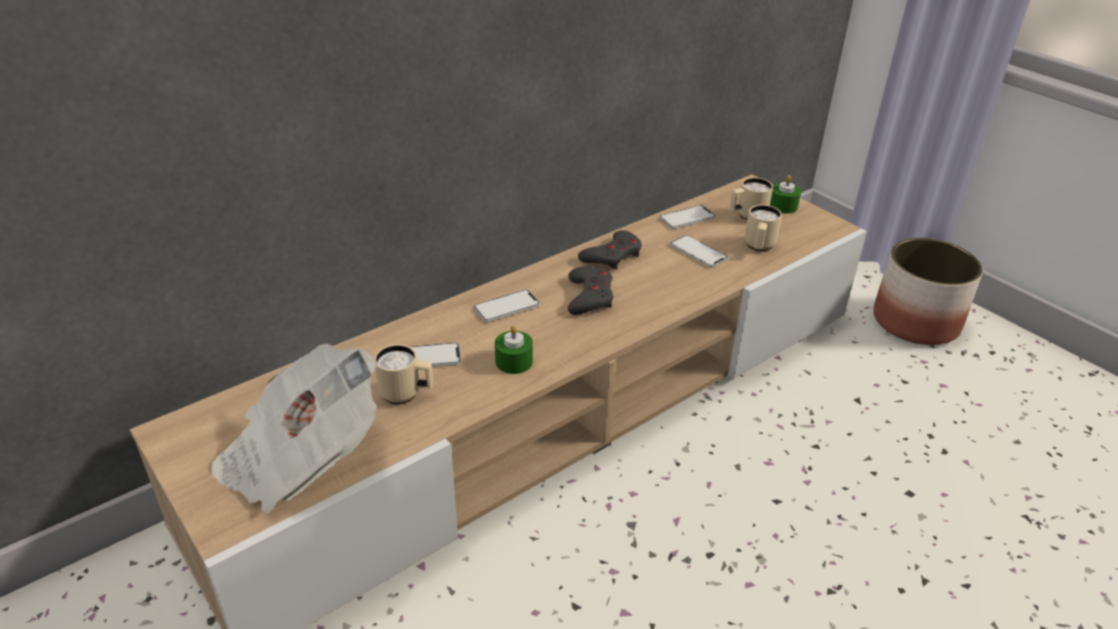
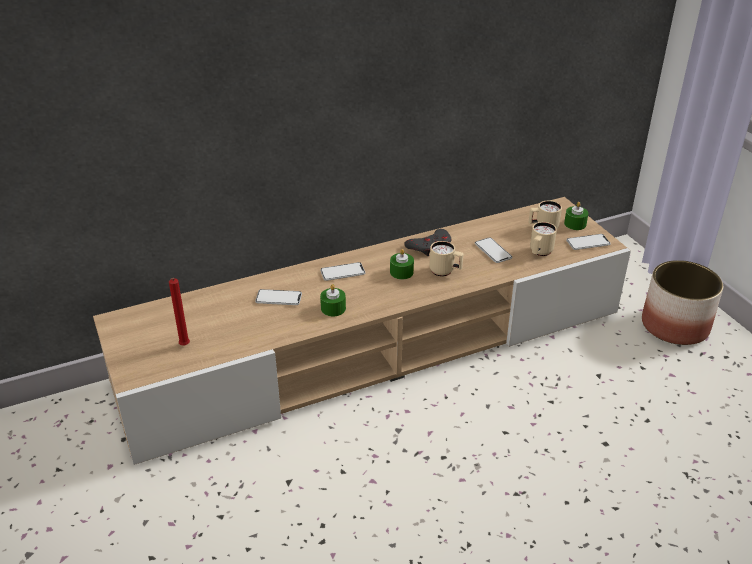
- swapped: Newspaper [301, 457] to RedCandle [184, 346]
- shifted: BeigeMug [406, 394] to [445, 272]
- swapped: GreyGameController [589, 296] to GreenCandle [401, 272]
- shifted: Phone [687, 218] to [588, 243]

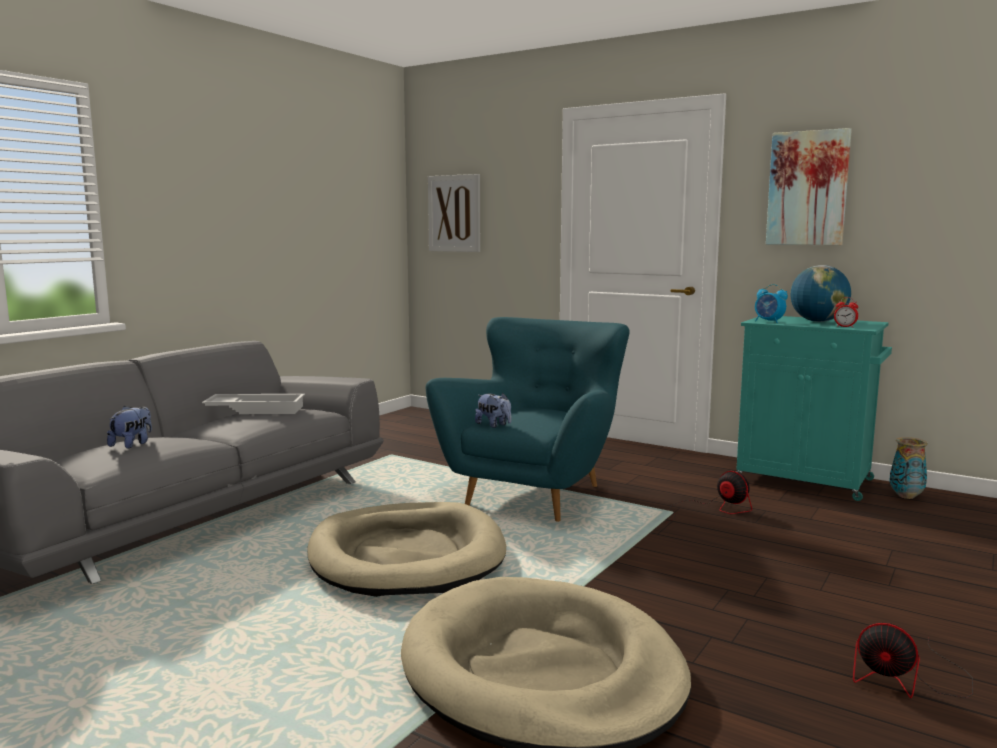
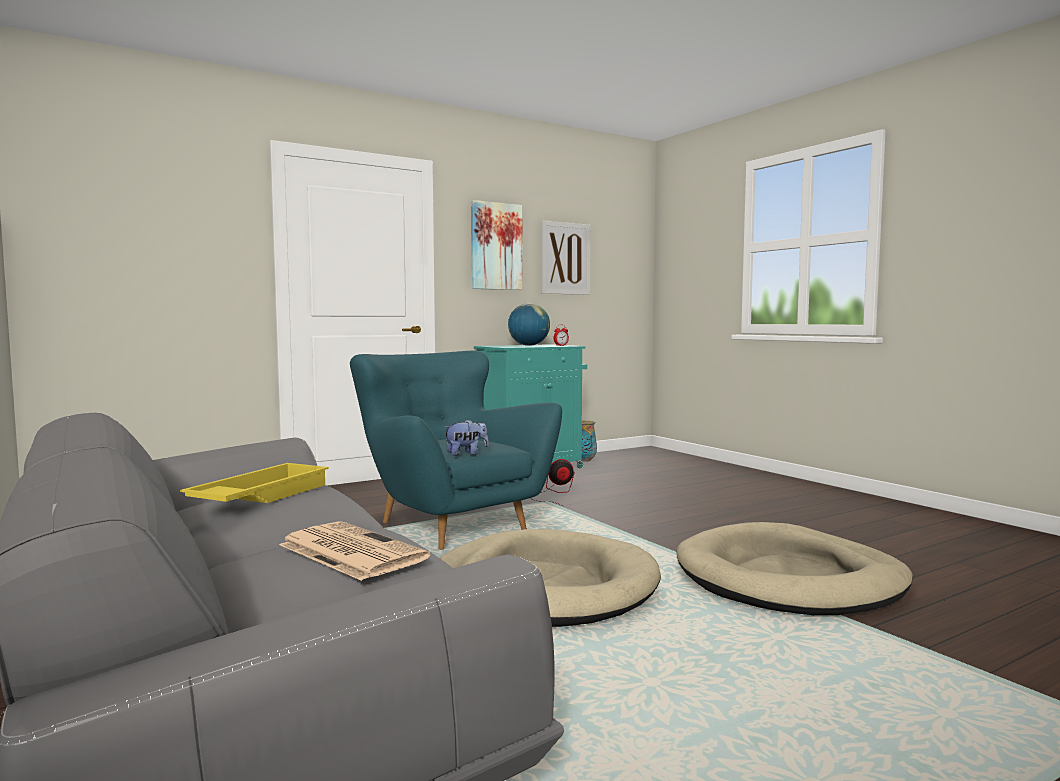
- swapped: PlushToy [132, 444] to Newspaper [349, 551]
- repainted: WhiteTray [256, 409] to YellowTray [259, 496]
- shifted: Picture [454, 213] to [565, 258]
- gone: AlarmClock [769, 322]
- gone: Fan [907, 680]

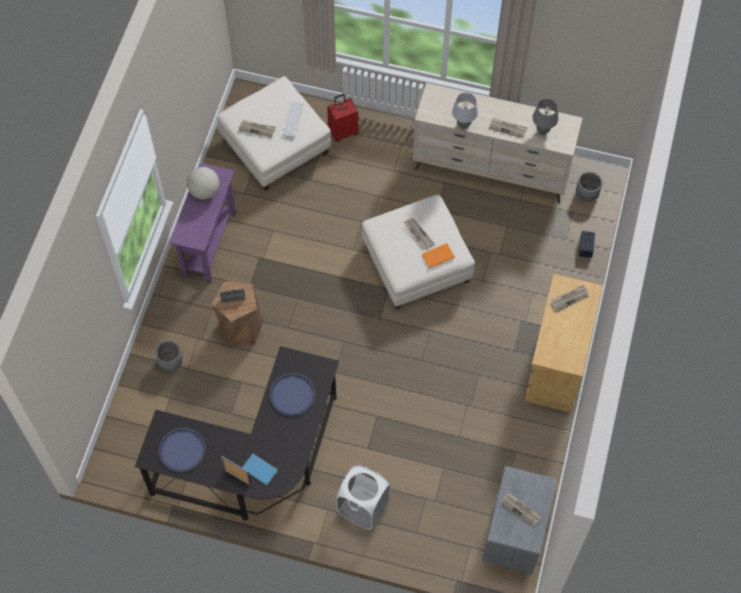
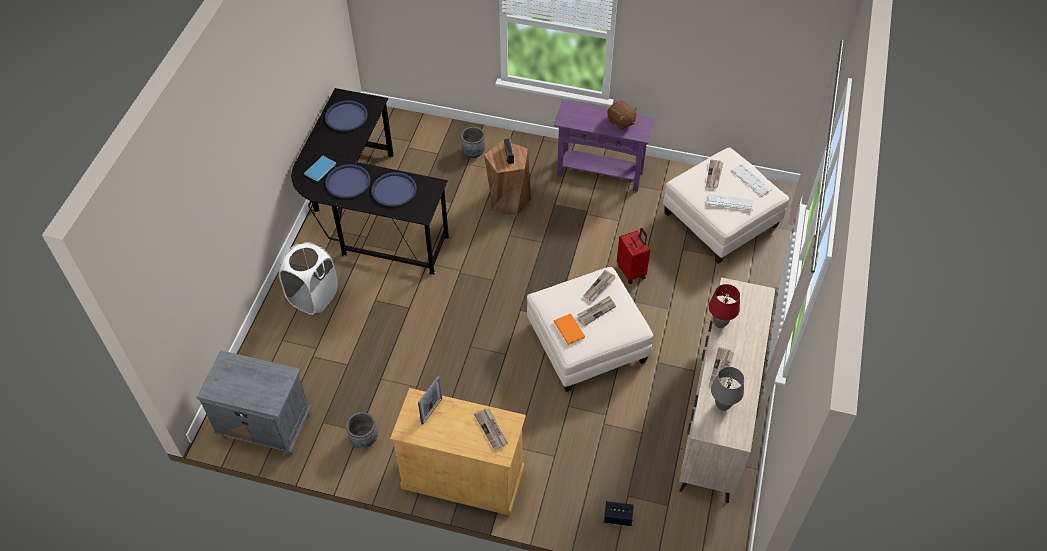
- swapped: Globe [204, 191] to BrownPlushToy [621, 122]
- shifted: PictureFrame [237, 477] to [431, 411]
- shifted: RedSuitcase [343, 131] to [632, 271]
- repainted: GreyTableLamp [463, 125] to RedTableLamp [720, 323]
- shifted: Newspaper [521, 509] to [599, 287]
- shifted: GreyPlanter [586, 194] to [364, 439]
- new: BlueTray [348, 182]
- new: Keyboard [751, 180]

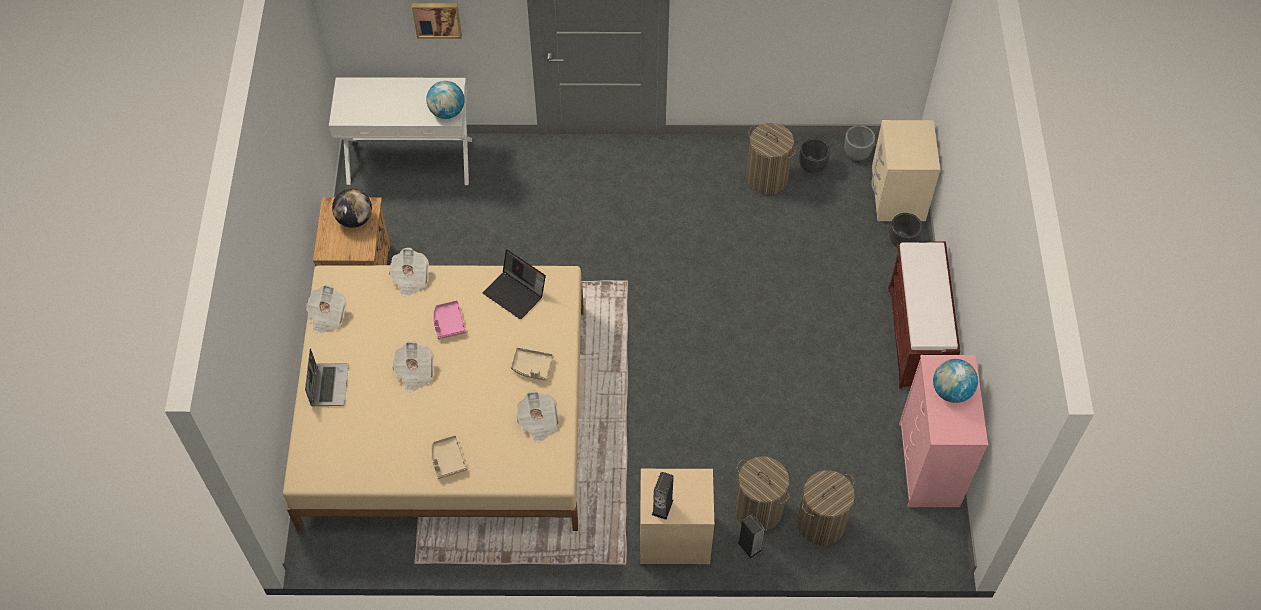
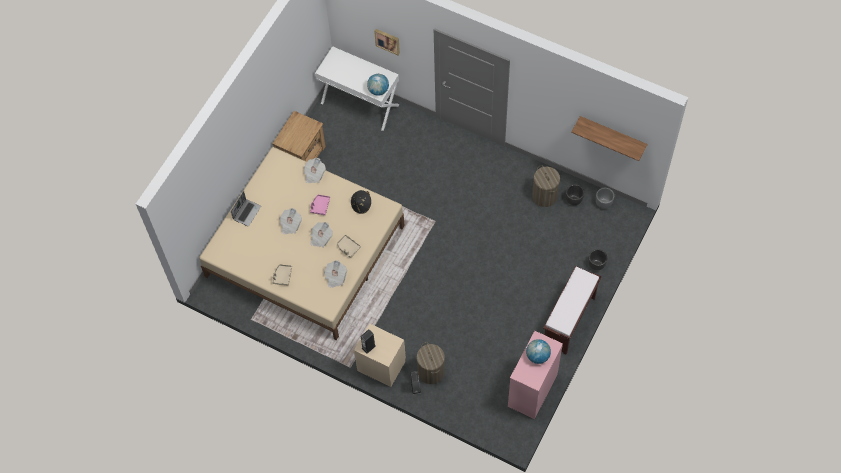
- shifted: Newspaper [327, 316] to [320, 238]
- gone: Globe [355, 219]
- swapped: Laptop [516, 293] to BlackHat [361, 205]
- gone: LaundryBasket [821, 523]
- gone: BeigeNightstand [897, 197]
- new: Shelf [612, 134]

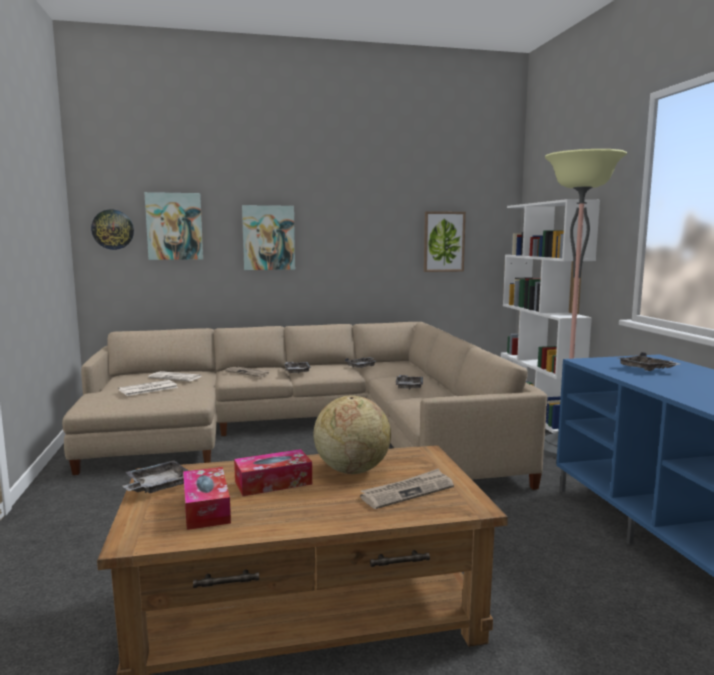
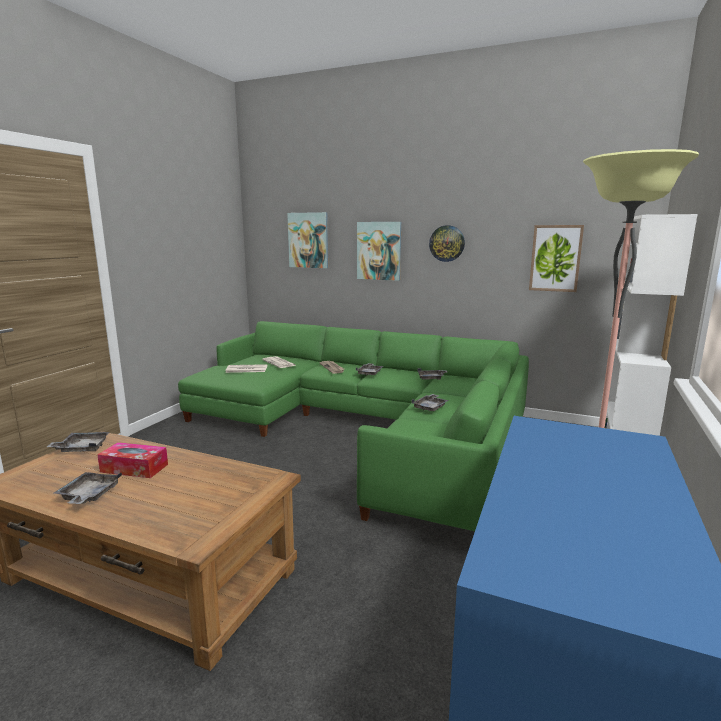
- repainted: BeigeSofa [305, 432] to GreenSofa [365, 427]
- shifted: WallClock [113, 229] to [447, 243]
- gone: TissueBox [206, 508]
- gone: Globe [351, 470]
- gone: Newspaper [407, 491]
- shifted: GreyTray [646, 369] to [89, 495]

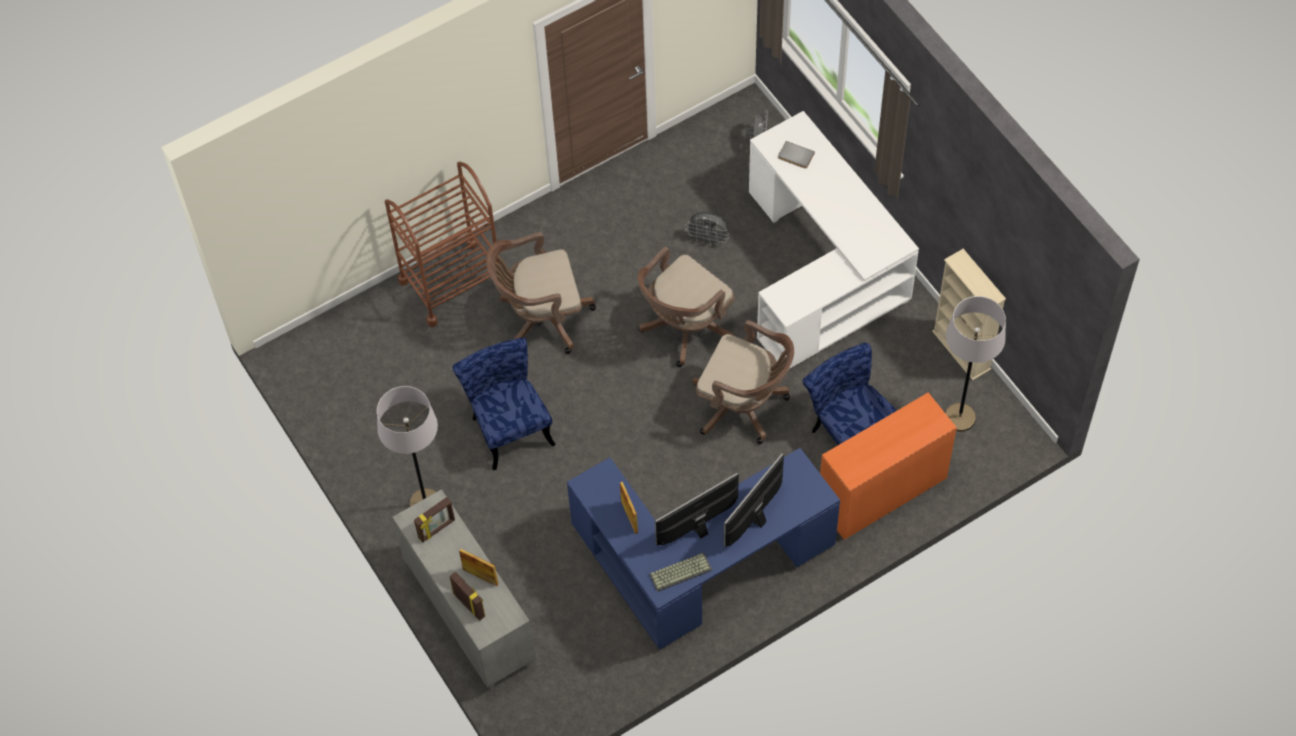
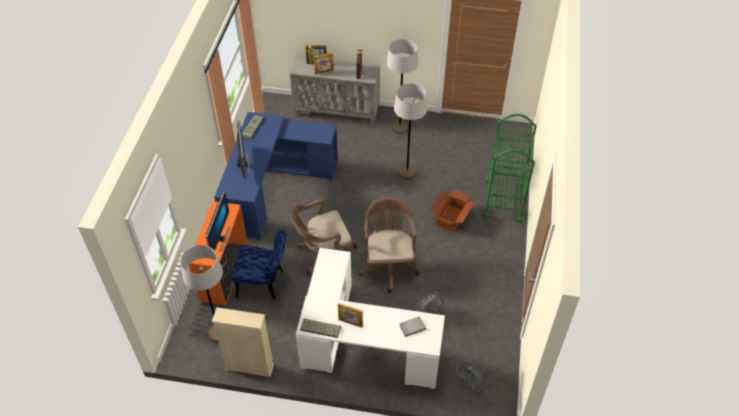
- repainted: BrownCart [452, 283] to GreenCart [504, 200]
- swapped: BlueChair [509, 426] to GreyFloorLamp [407, 172]
- swapped: BrownOfficeChair [541, 318] to CardboardBox [451, 218]
- shifted: PictureFrame [629, 517] to [350, 323]
- shifted: Monitor [698, 527] to [220, 238]
- new: Keyboard [320, 329]

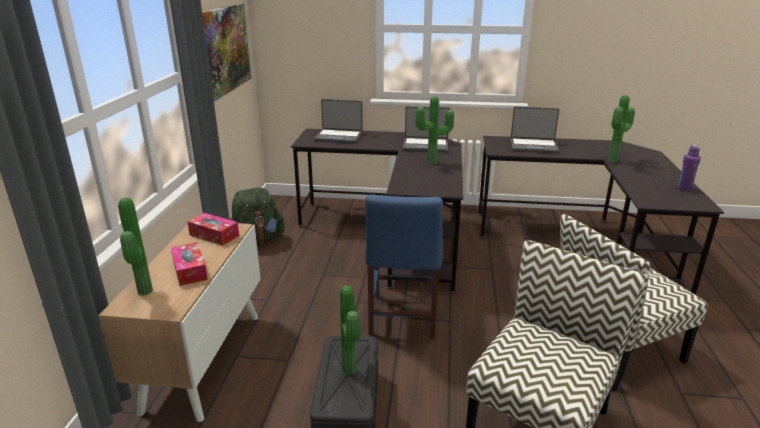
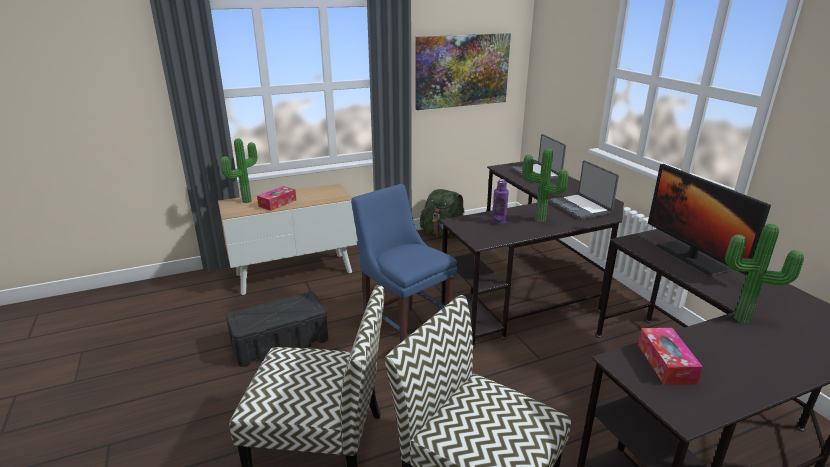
- shifted: TissueBox [214, 235] to [666, 363]
- gone: PottedPlant [351, 369]
- rotated: BlueChair [402, 318] = [404, 331] 75 degrees clockwise
- swapped: Laptop [533, 146] to Monitor [690, 258]
- shifted: PurpleBottle [684, 188] to [498, 222]

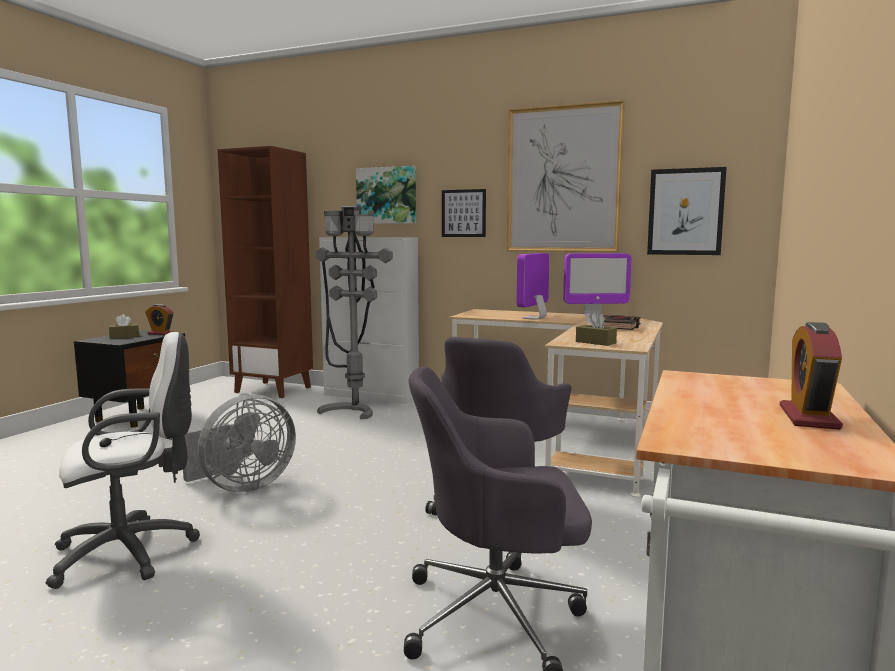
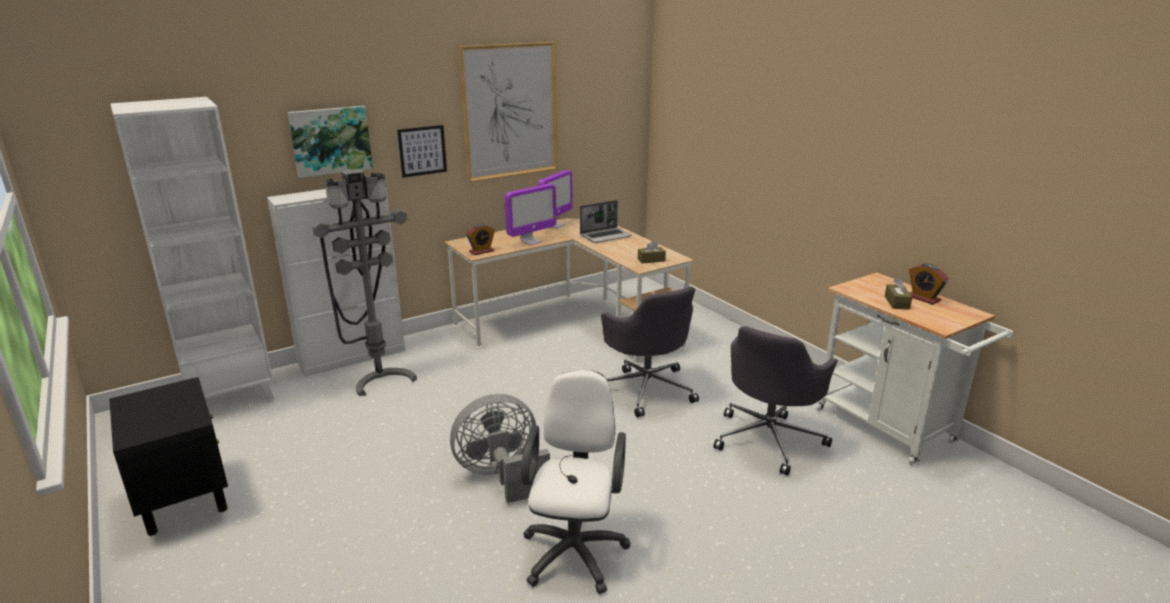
- shifted: BrownTissueBox [124, 336] to [896, 302]
- shifted: AlarmClock [160, 333] to [481, 251]
- rotated: GreyFan [242, 487] = [502, 476] 105 degrees counterclockwise
- repainted: BrownBookcase [274, 389] to WhiteBookcase [232, 397]
- rotated: Monitor [534, 318] = [531, 241] 105 degrees counterclockwise
- swapped: BlackBook [617, 327] to Laptop [606, 236]
- gone: Picture [685, 212]

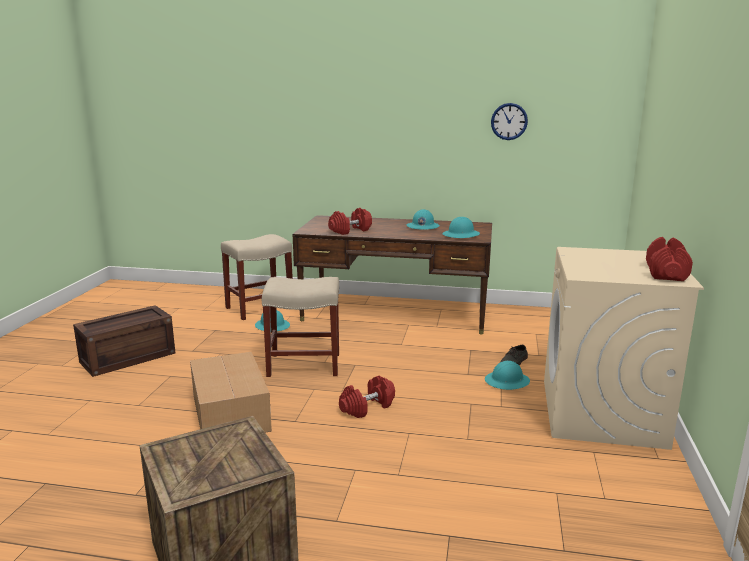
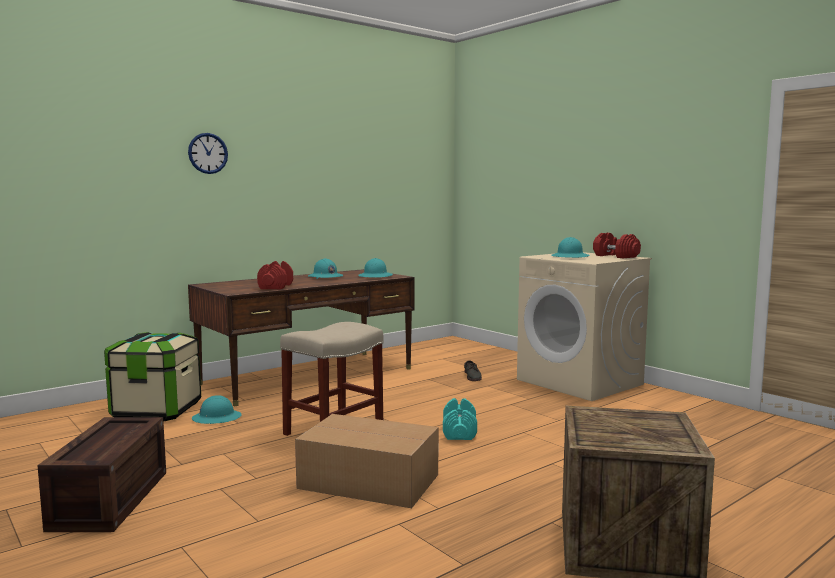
- swapped: BeigeStool [260, 308] to StorageBox [156, 411]
- repainted: RedDumbbell [367, 407] to TurquoiseDumbbell [459, 432]
- shifted: TurquoiseHardHat [507, 381] to [570, 257]
- shifted: WallClock [509, 121] to [208, 153]

